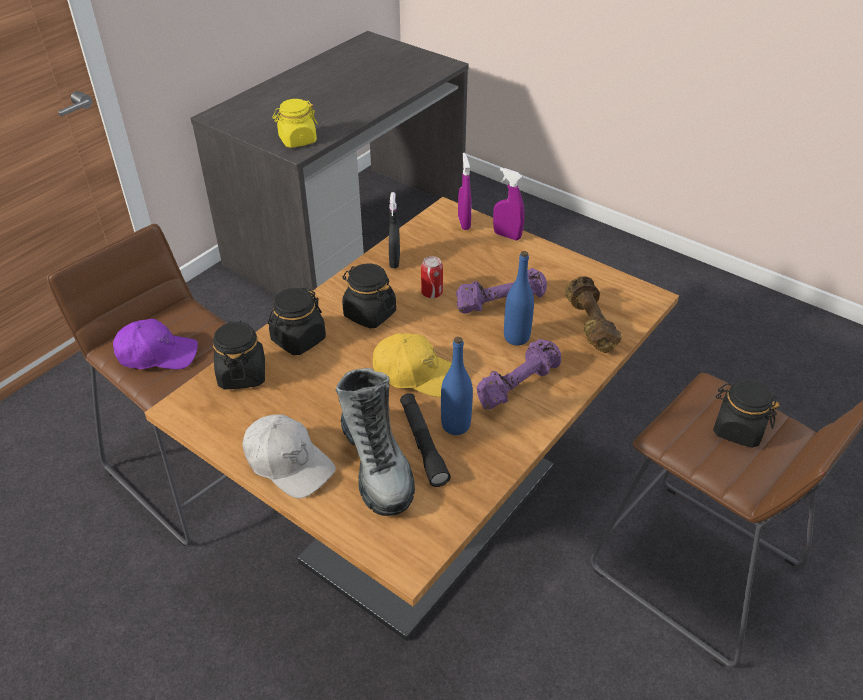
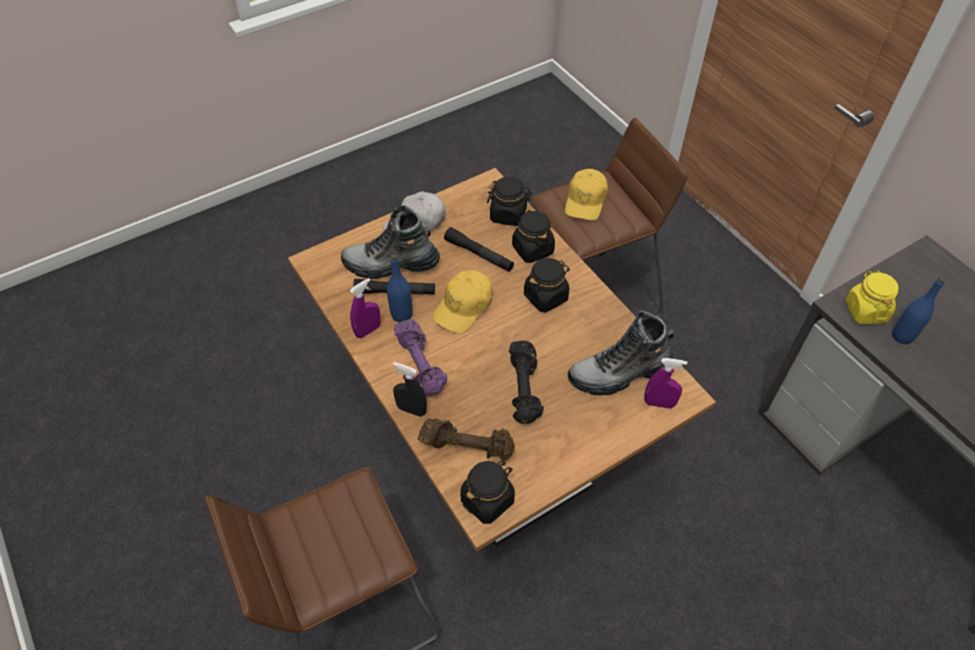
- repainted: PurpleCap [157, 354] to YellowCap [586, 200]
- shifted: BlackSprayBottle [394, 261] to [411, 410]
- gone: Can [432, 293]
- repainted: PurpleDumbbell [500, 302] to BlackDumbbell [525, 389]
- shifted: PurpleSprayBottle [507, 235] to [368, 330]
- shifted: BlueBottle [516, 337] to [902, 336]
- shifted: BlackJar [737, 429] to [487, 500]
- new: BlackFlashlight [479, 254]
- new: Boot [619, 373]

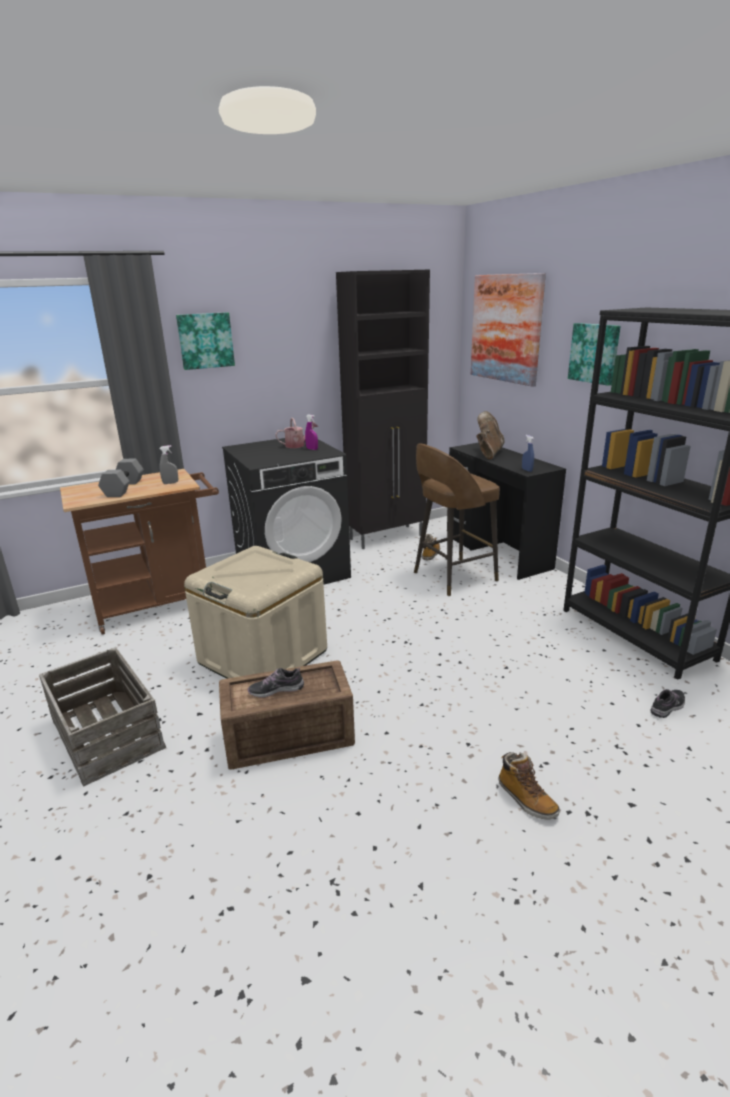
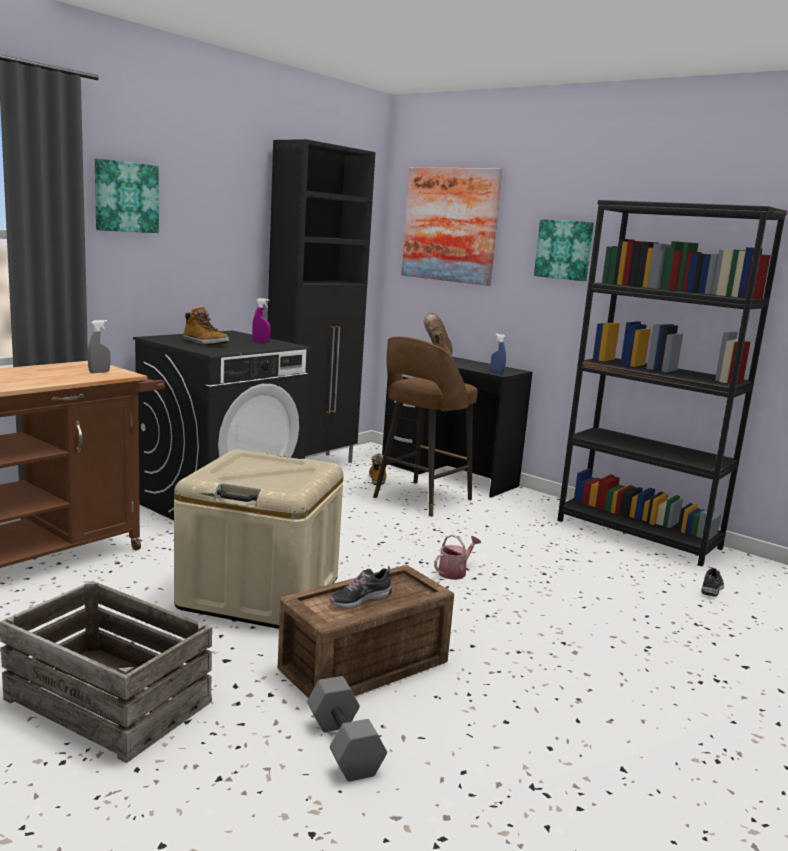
- shifted: GreyDumbbell [124, 488] to [345, 746]
- shifted: WateringCan [297, 445] to [455, 572]
- shifted: Boot [526, 799] to [205, 343]

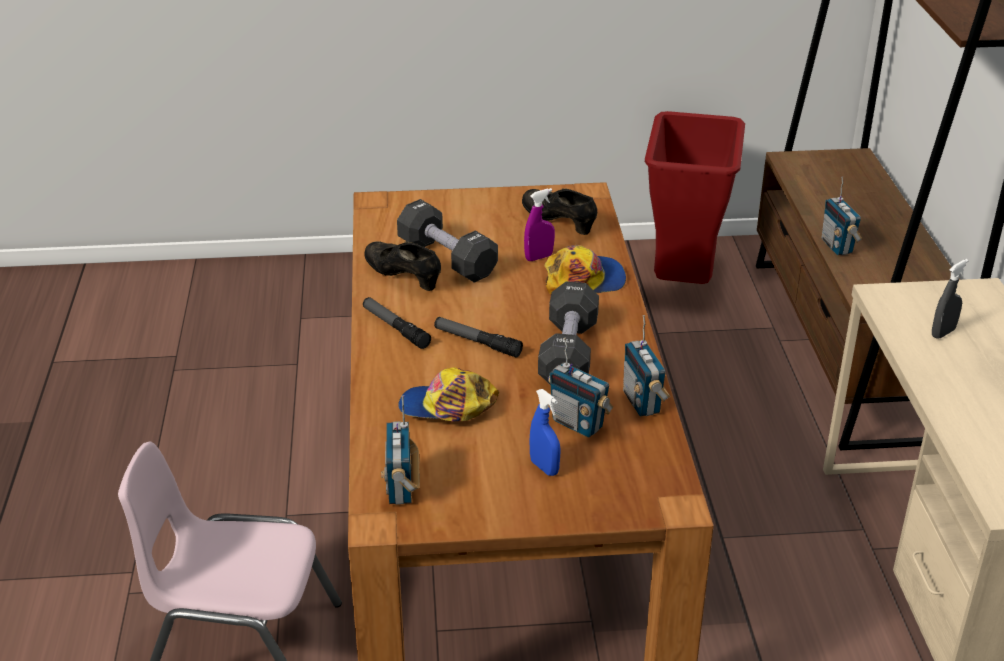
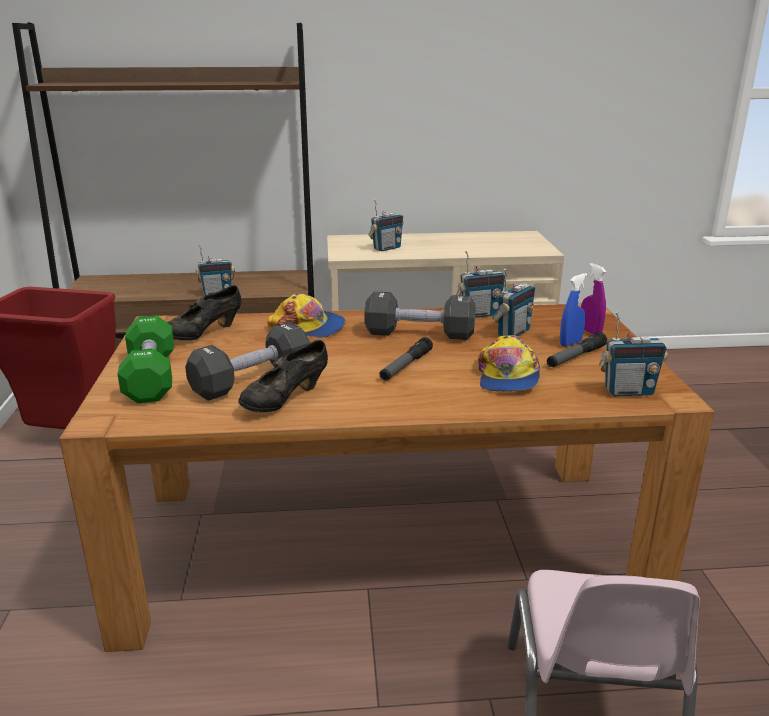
- shifted: Flashlight [395, 328] to [576, 357]
- shifted: PurpleSprayBottle [539, 257] to [590, 332]
- rotated: Cap [584, 280] = [308, 327] 120 degrees clockwise
- swapped: GreySprayBottle [943, 333] to Radio [386, 248]
- new: GreenDumbbell [151, 377]

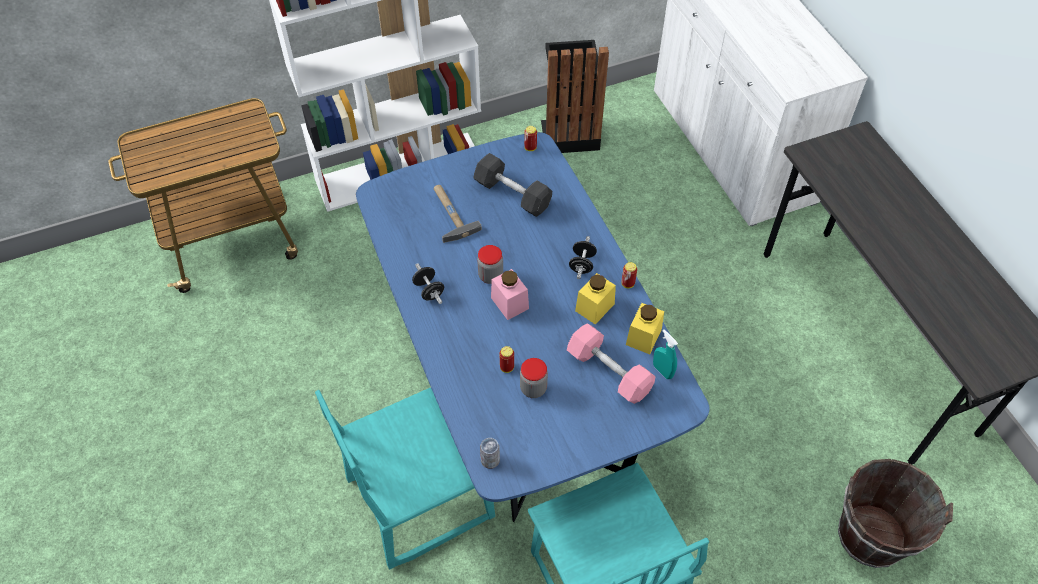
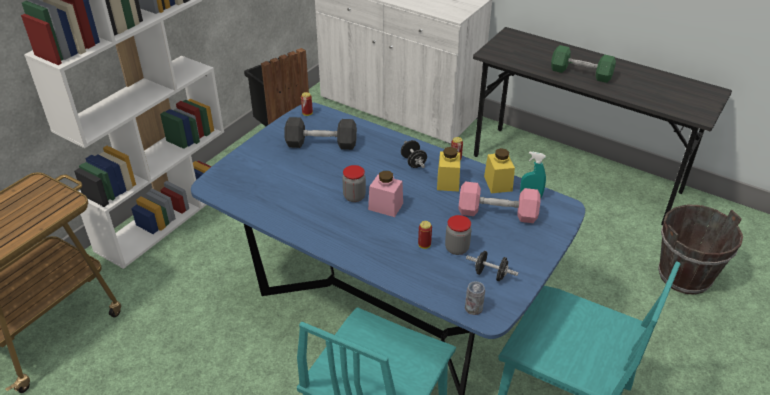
- shifted: BlackDumbbell [429, 290] to [490, 274]
- gone: Hammer [449, 213]
- new: GreenDumbbell [581, 73]

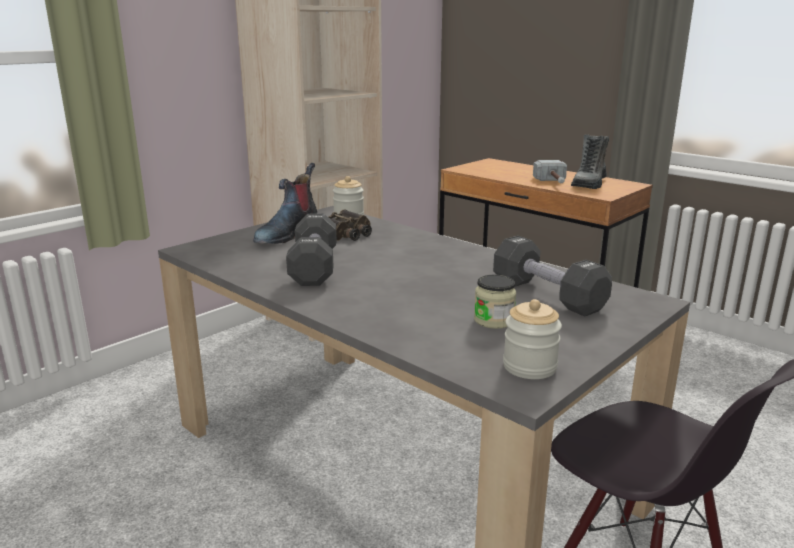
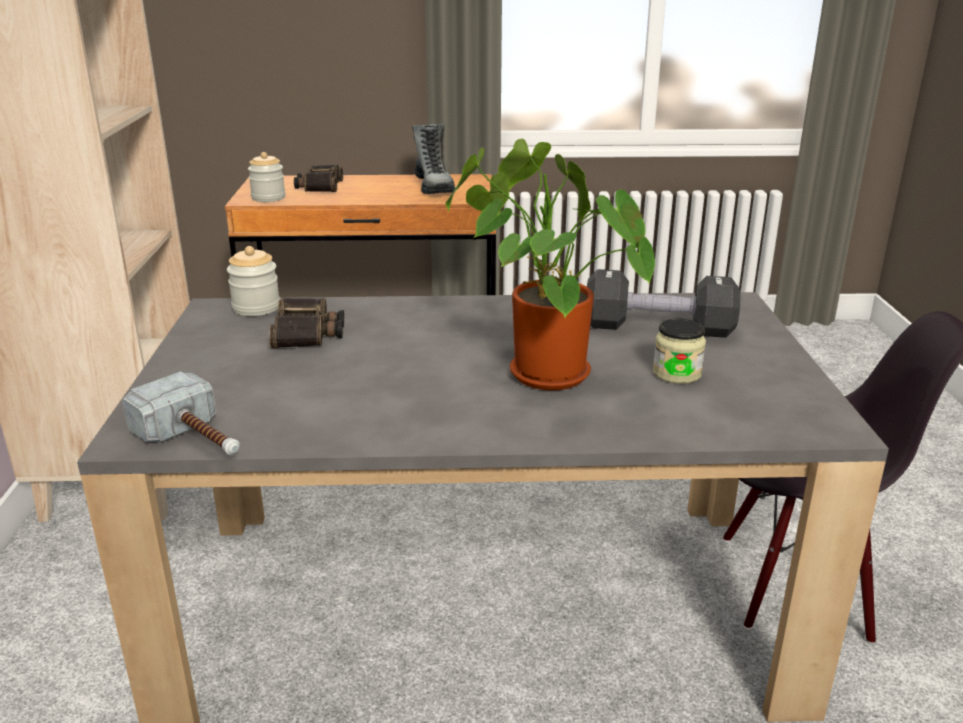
- gone: Boot [287, 234]
- gone: BlackDumbbell [314, 267]
- shifted: Jar [529, 367] to [268, 198]
- shifted: Hammer [553, 183] to [196, 441]
- new: Binoculars [319, 186]
- new: PottedPlant [540, 373]

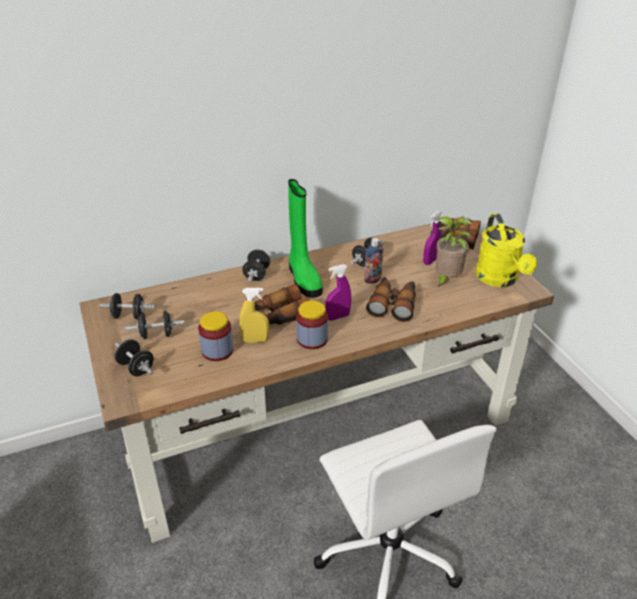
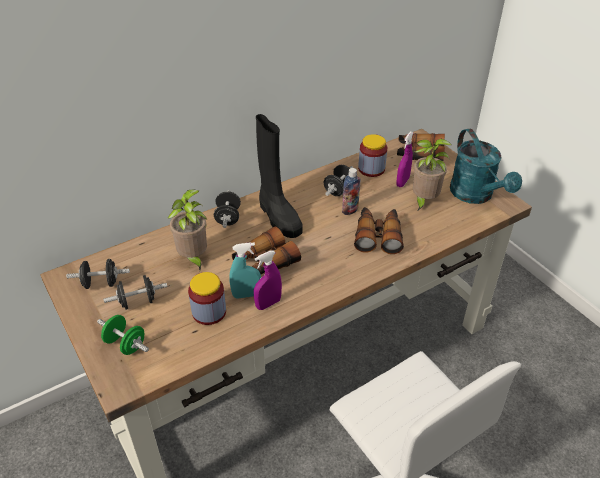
- repainted: BlackDumbbell [136, 368] to GreenDumbbell [125, 344]
- repainted: YellowSprayBottle [255, 340] to TurquoiseSprayBottle [246, 295]
- repainted: GreenBoot [303, 278] to BlackBoot [278, 216]
- shifted: Jar [312, 339] to [371, 169]
- shifted: PurpleSprayBottle [338, 317] to [268, 304]
- repainted: YellowWateringCan [500, 279] to TurquoiseWateringCan [476, 195]
- new: PottedPlant [193, 258]

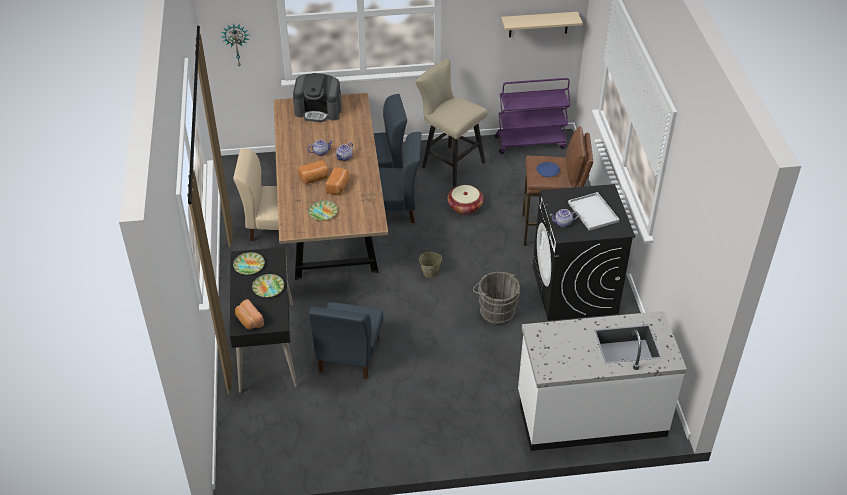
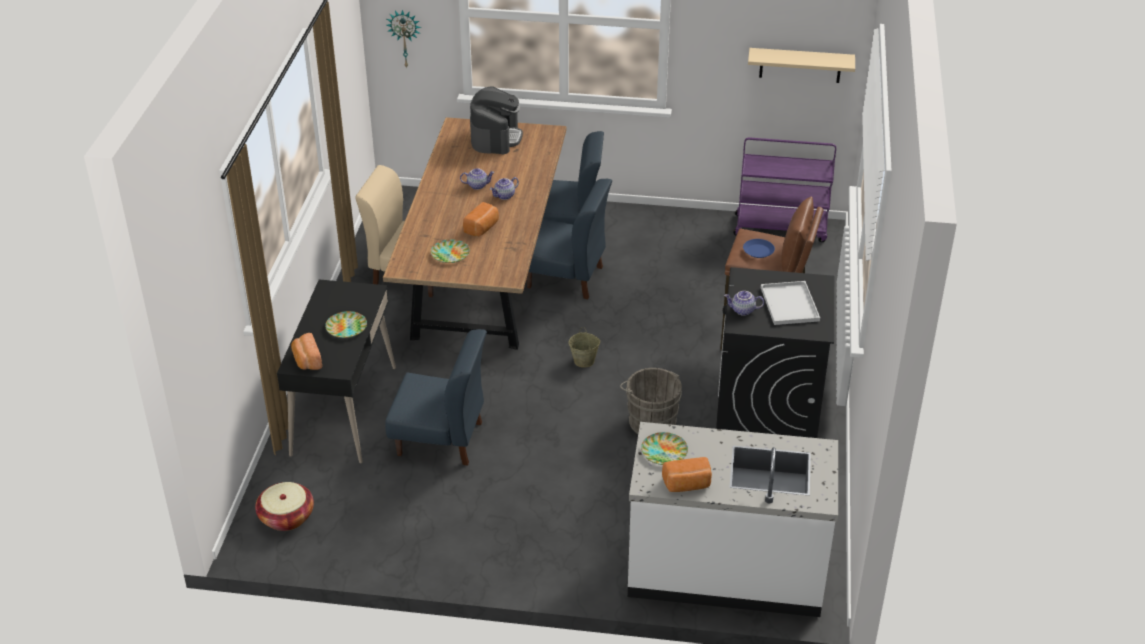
- shifted: Plate [249, 265] to [664, 452]
- rotated: CoffeeMachine [318, 110] = [496, 137] 105 degrees counterclockwise
- shifted: Bread [314, 178] to [687, 485]
- rotated: BlueChair [348, 355] = [440, 439] 105 degrees counterclockwise
- gone: BeigeStool [449, 164]
- shifted: Basket [465, 207] to [286, 517]

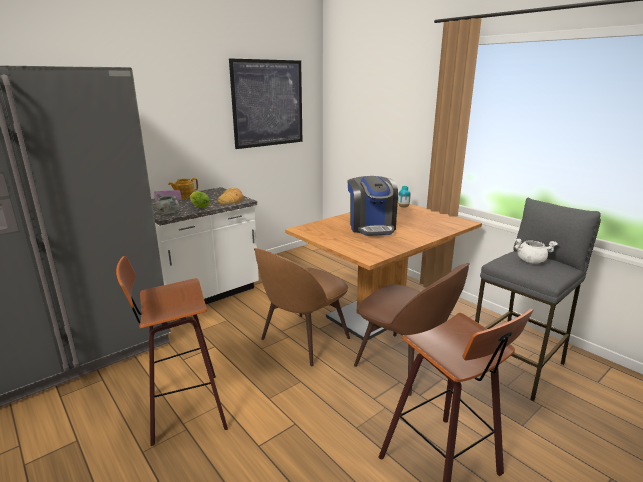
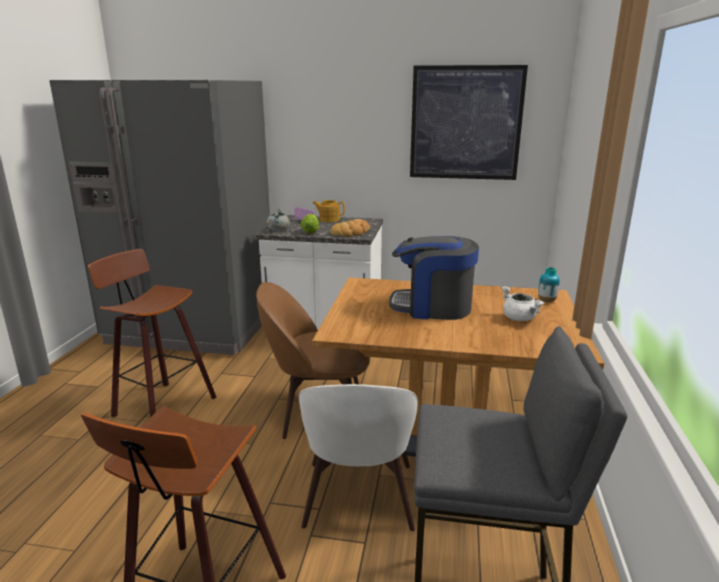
- rotated: CoffeeMachine [371, 227] = [432, 307] 60 degrees clockwise
- repainted: BrownChair [405, 364] to WhiteChair [359, 499]
- shifted: WhiteCookingPot [531, 261] to [520, 319]

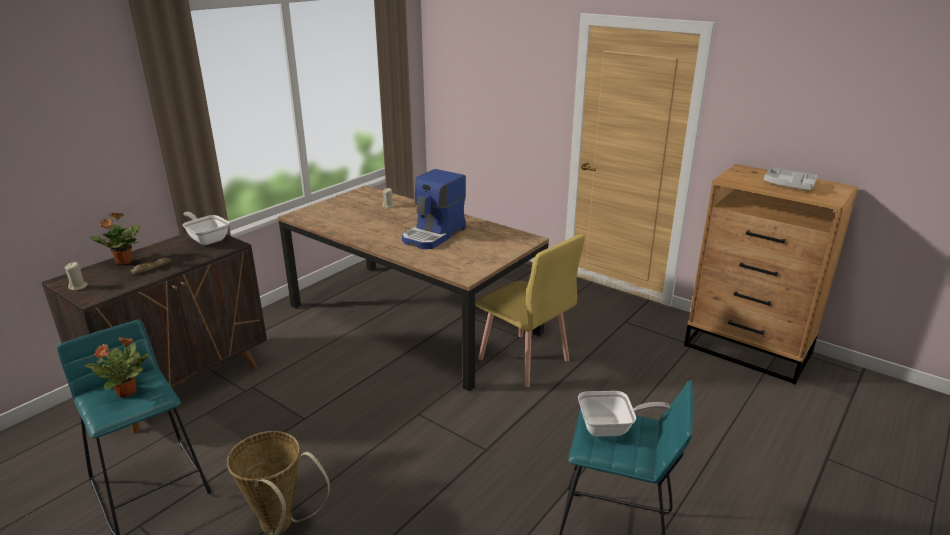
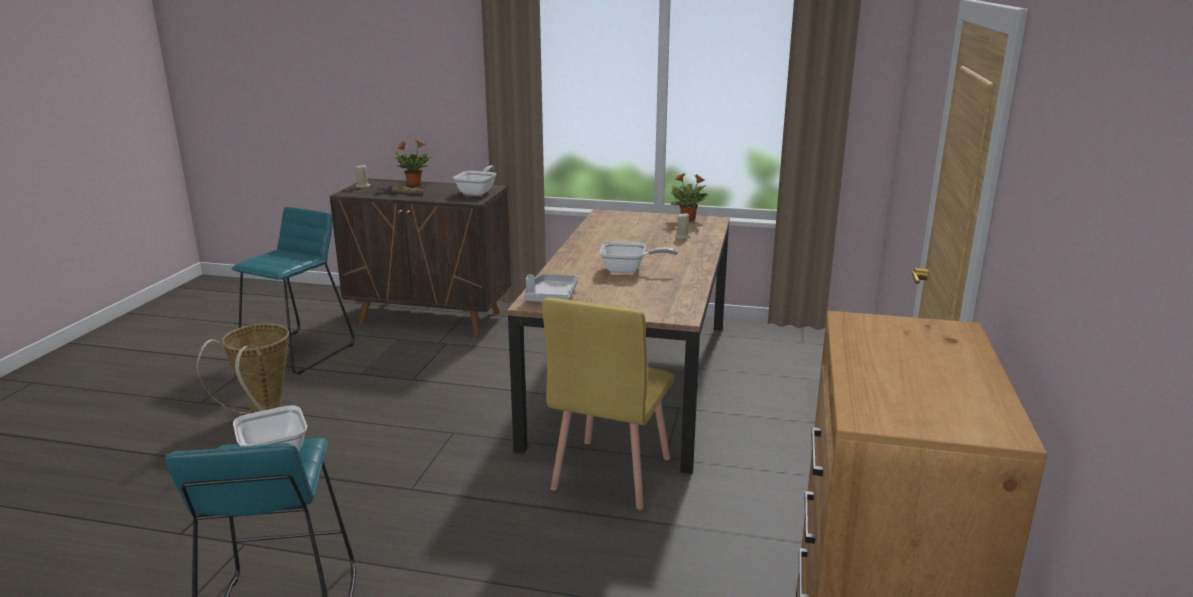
- shifted: PottedPlant [127, 392] to [688, 219]
- swapped: CoffeeMachine [434, 235] to FryingPan [628, 270]
- shifted: GreyTray [788, 185] to [551, 297]

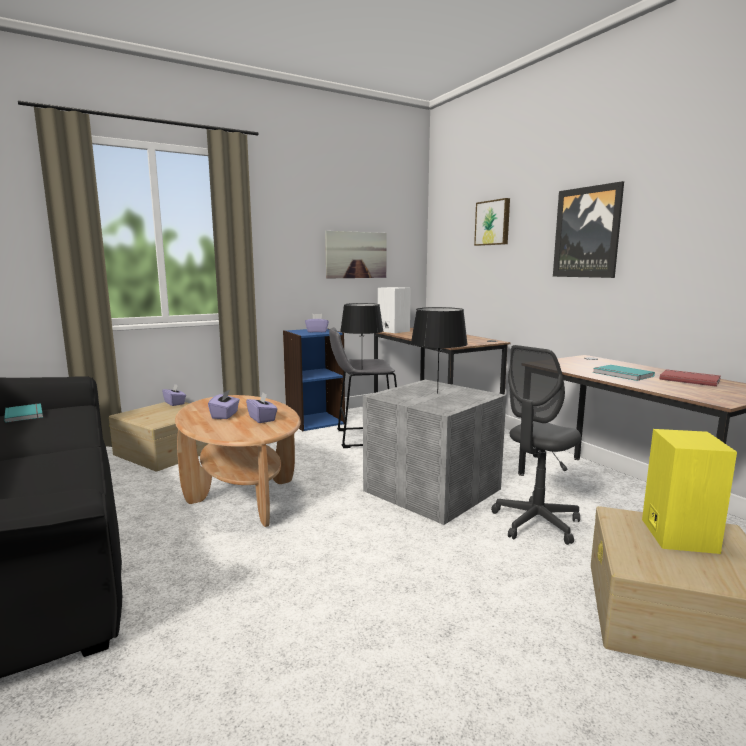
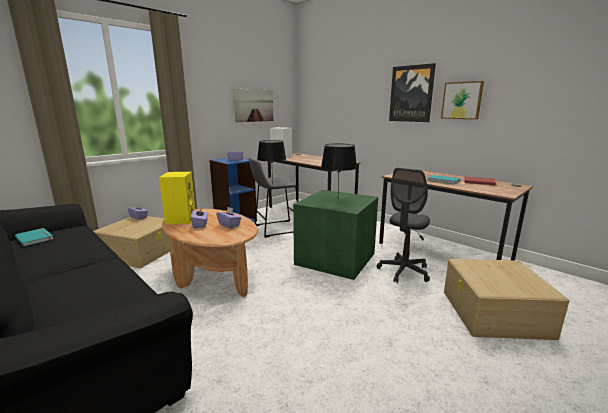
- repainted: GreyStorageBox [434, 490] to GreenStorageBox [336, 258]
- shifted: Picture [493, 223] to [462, 100]
- shifted: YellowSpeaker [676, 534] to [180, 219]

